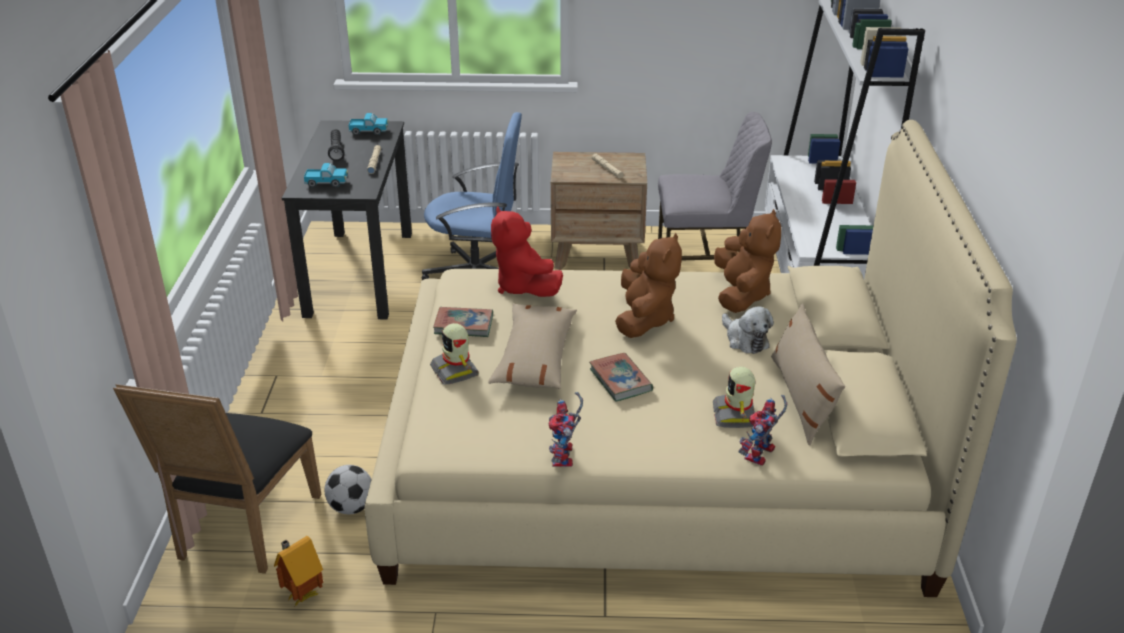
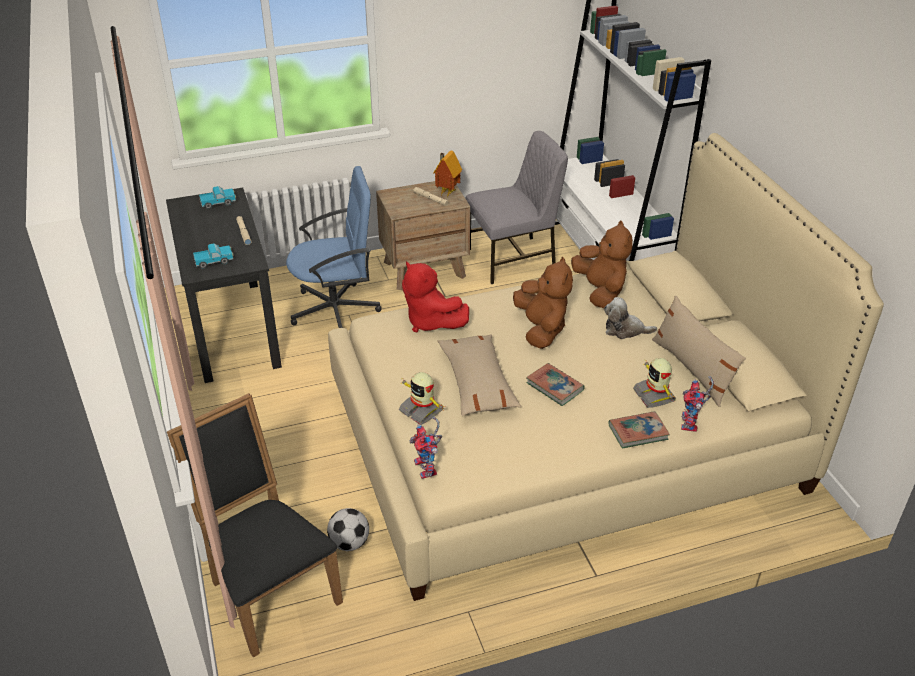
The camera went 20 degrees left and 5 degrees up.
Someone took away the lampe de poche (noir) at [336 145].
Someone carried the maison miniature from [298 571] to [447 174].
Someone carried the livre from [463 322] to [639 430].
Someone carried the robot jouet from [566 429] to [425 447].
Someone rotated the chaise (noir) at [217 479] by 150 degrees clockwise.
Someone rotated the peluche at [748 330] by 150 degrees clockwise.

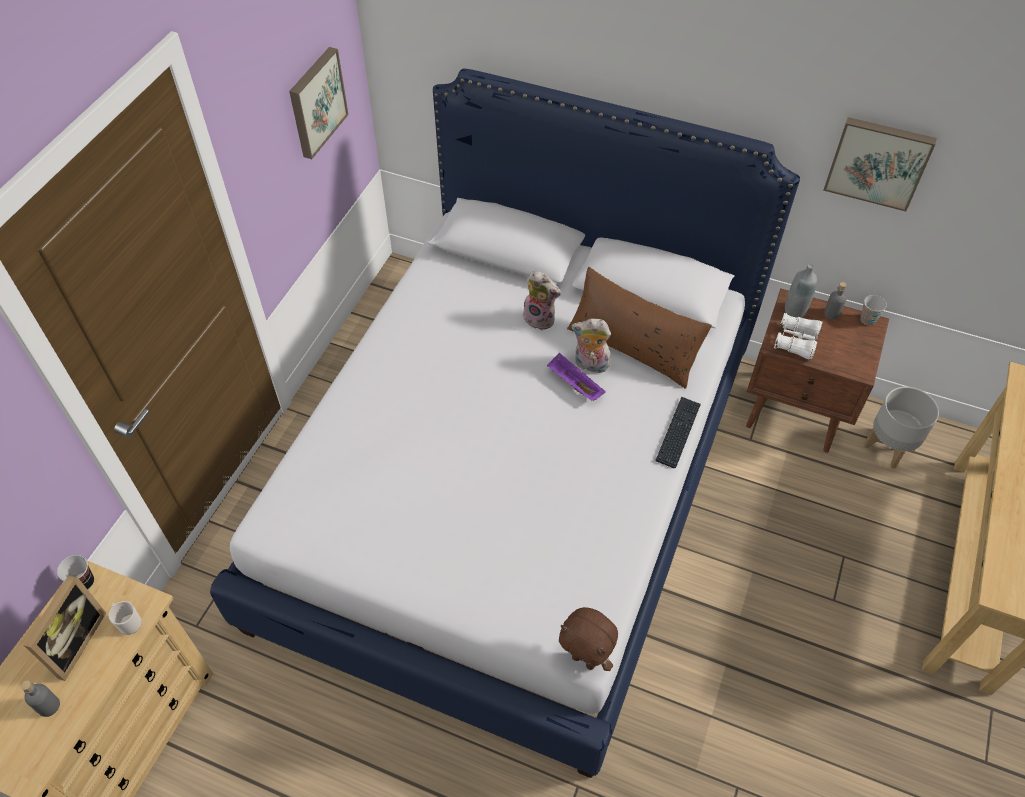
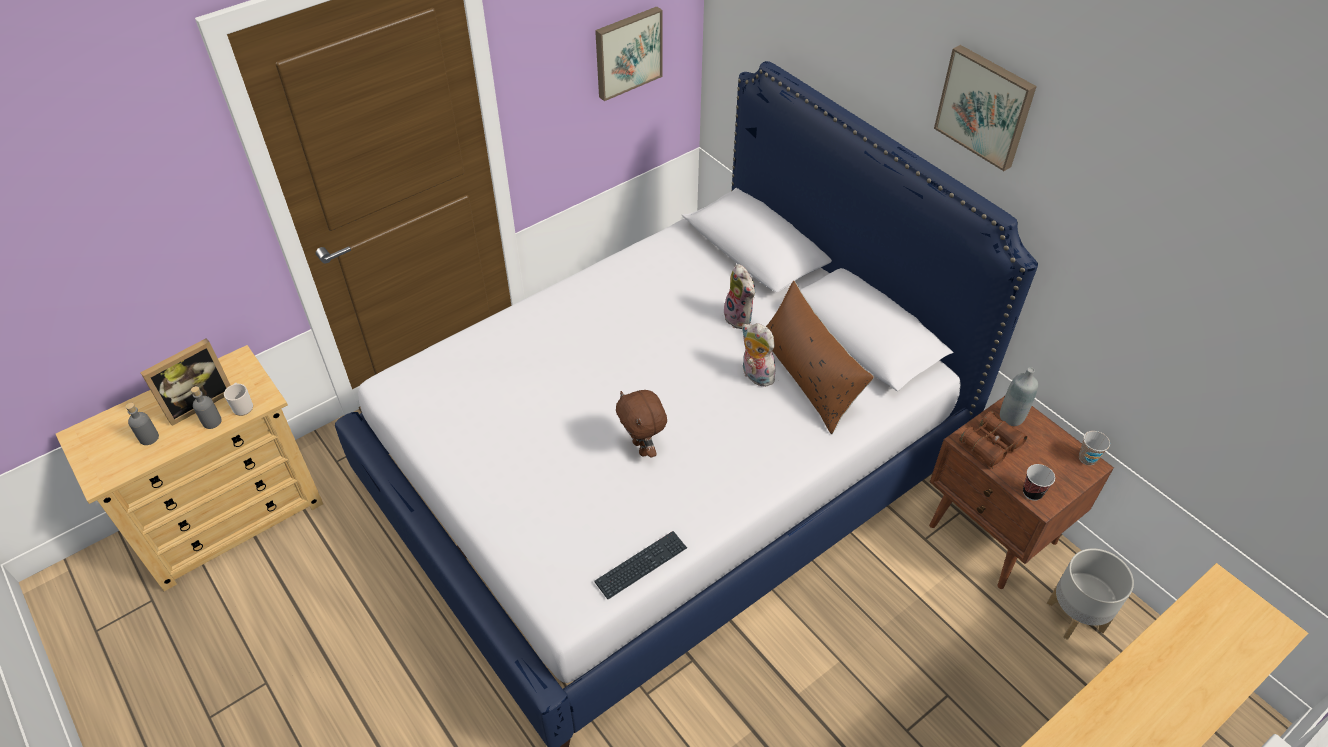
The camera went 30 degrees right and 5 degrees down.
Someone took away the plateau (violet) at [576 377].
Someone carried the tasse from [75 572] to [1039 482].
Someone carried the peluche (marron) from [588 639] to [641 424].
Someone carried the clavier from [678 432] to [640 565].
Someone carried the tableau from [880 164] to [985 108].
Someone carried the bouteille (gris) from [835 301] to [206 407].
Someone repainted the jumelles (blanc) at [798 336], which became the jumelles (marron) at [993 440].

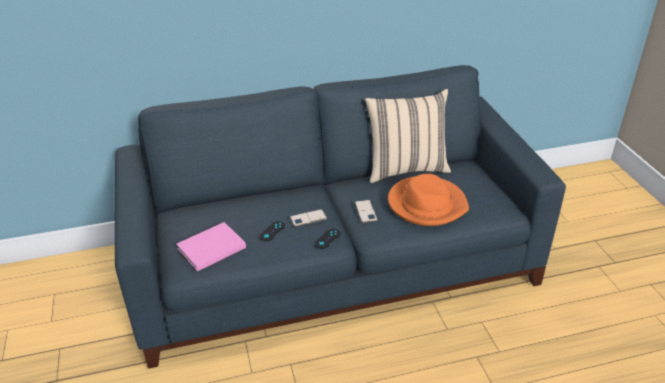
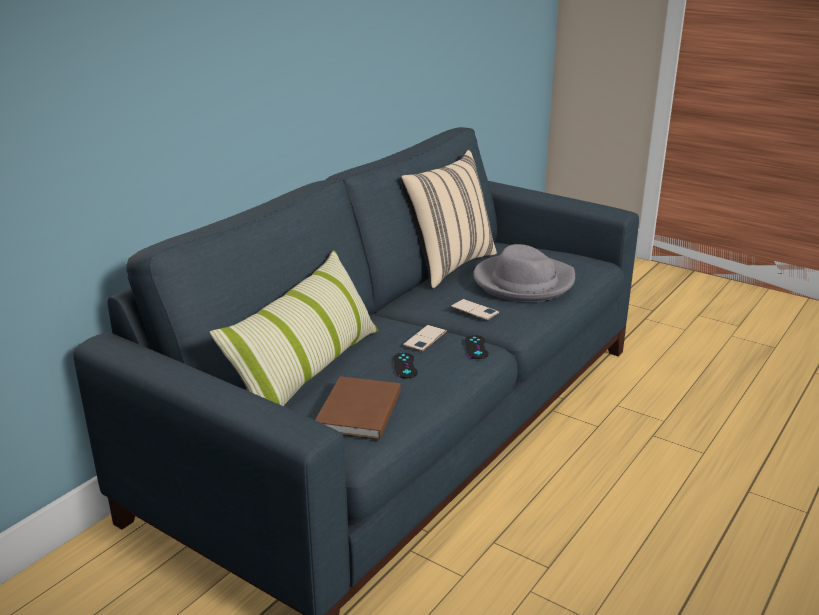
The camera went 40 degrees left and 10 degrees down.
Someone put down the coussin at [294 328].
Someone repainted the livre (rose) at [211 246], which became the livre (marron) at [358 408].
Someone repainted the chapeau (orange) at [428 200], which became the chapeau (gris) at [524 273].

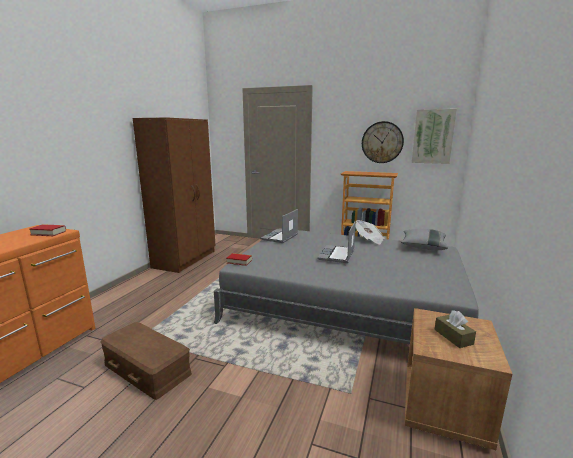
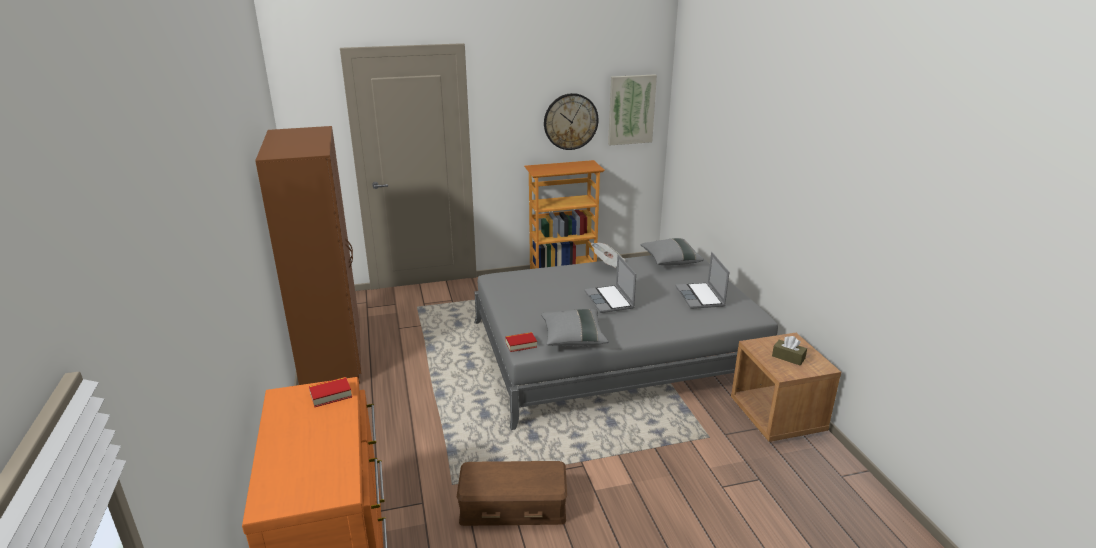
The camera went 35 degrees left and 10 degrees up.
Someone put down the coussin (gris) at [575 327].
Someone carried the ordinateur portable from [279 226] to [703 280].

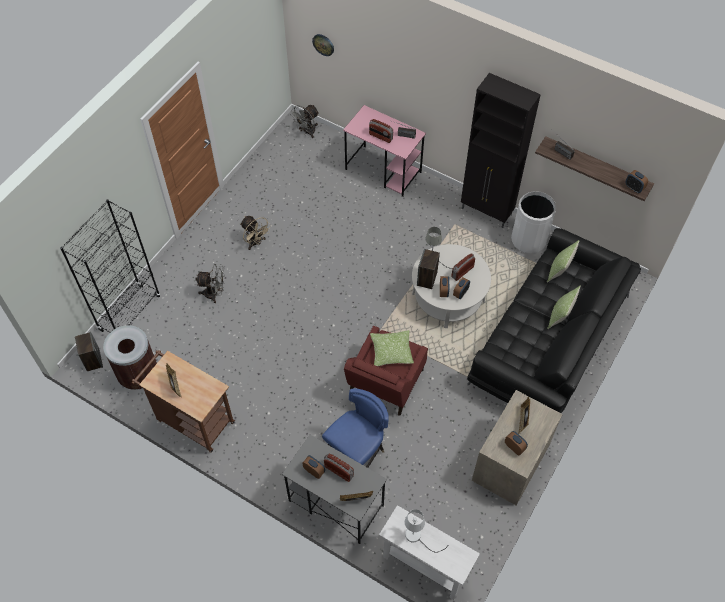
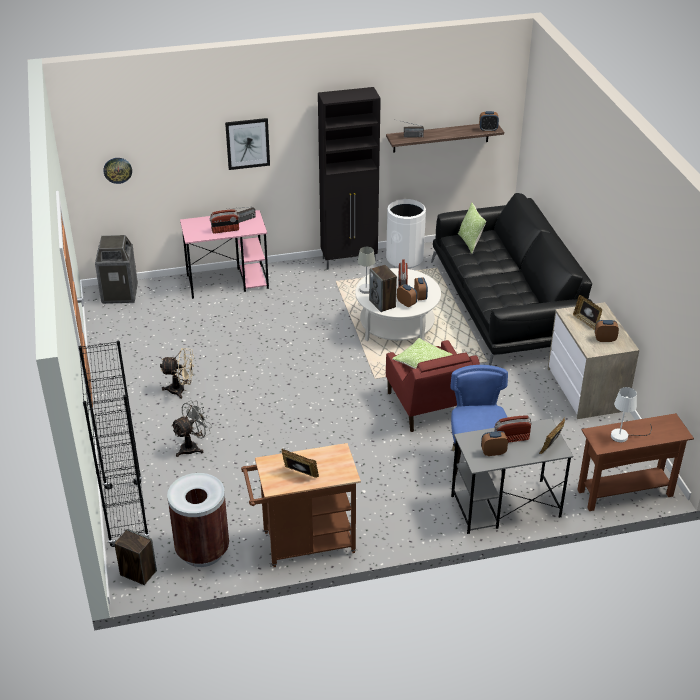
The camera went 45 degrees left and 20 degrees down.
Someone took away the coussin at [564 307].
Someone put up the tableau at [247 144].
Someone swapped the ventilateur (gris) at [304 121] for the poubelle at [116 269].
Someone repainted the table console (blanc) at [429 552], which became the table console (marron) at [635 462].

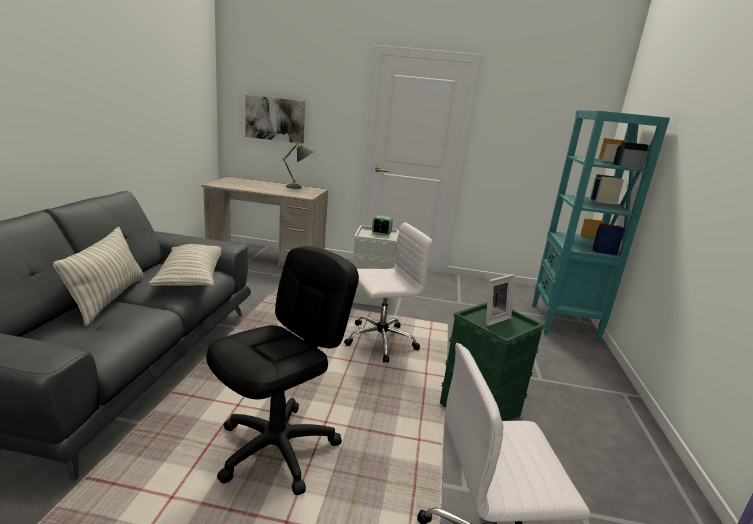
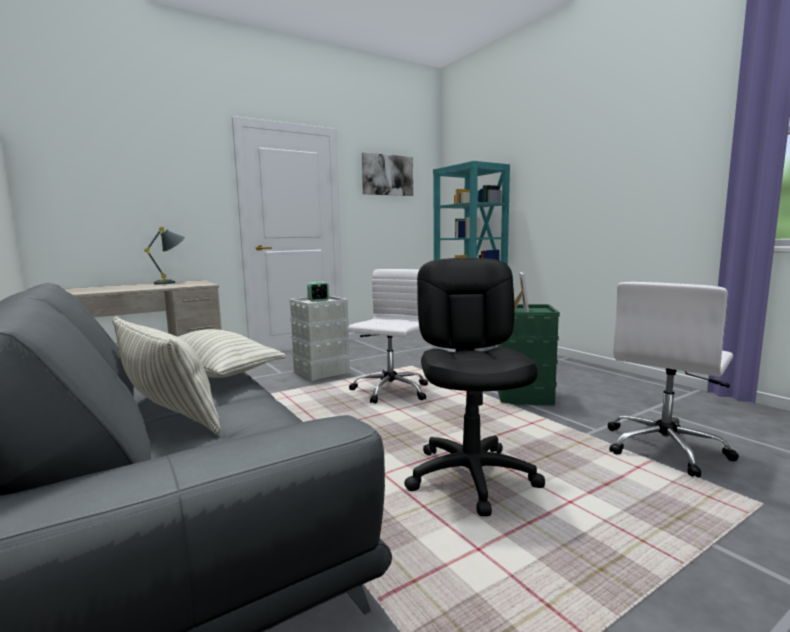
The camera went 40 degrees left and 10 degrees down.
Someone carried the tableau from [275 119] to [387 174].

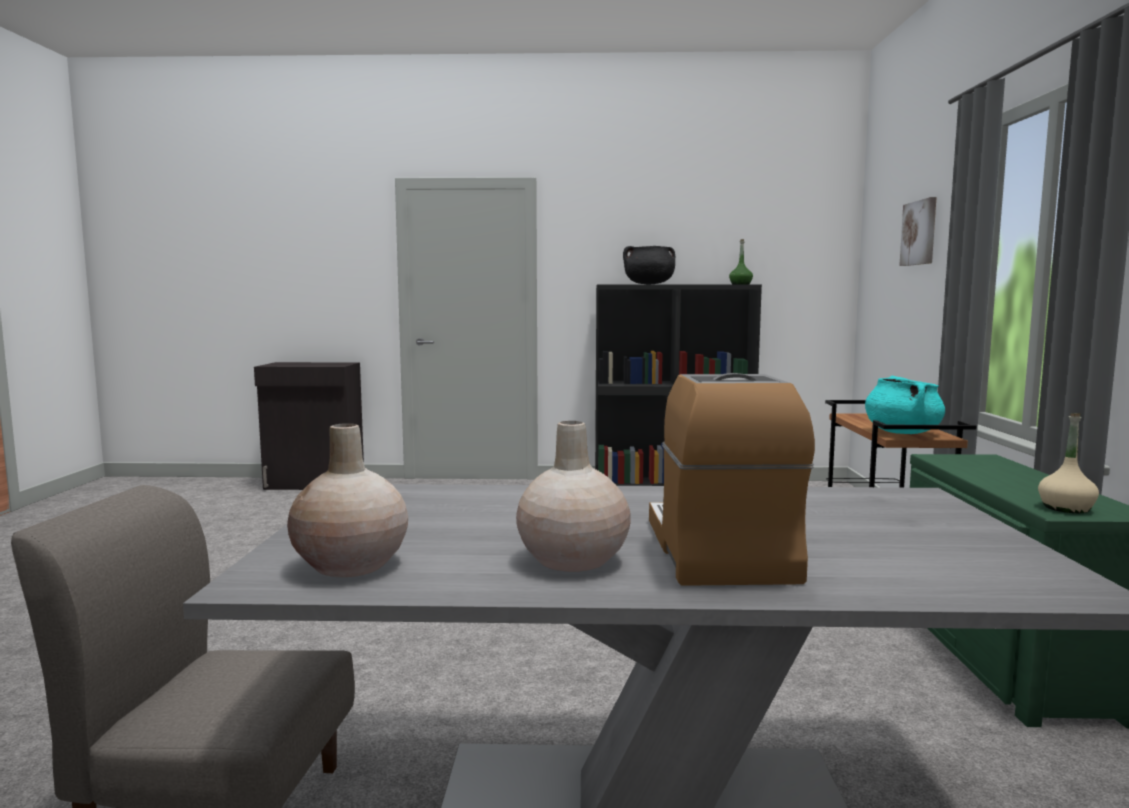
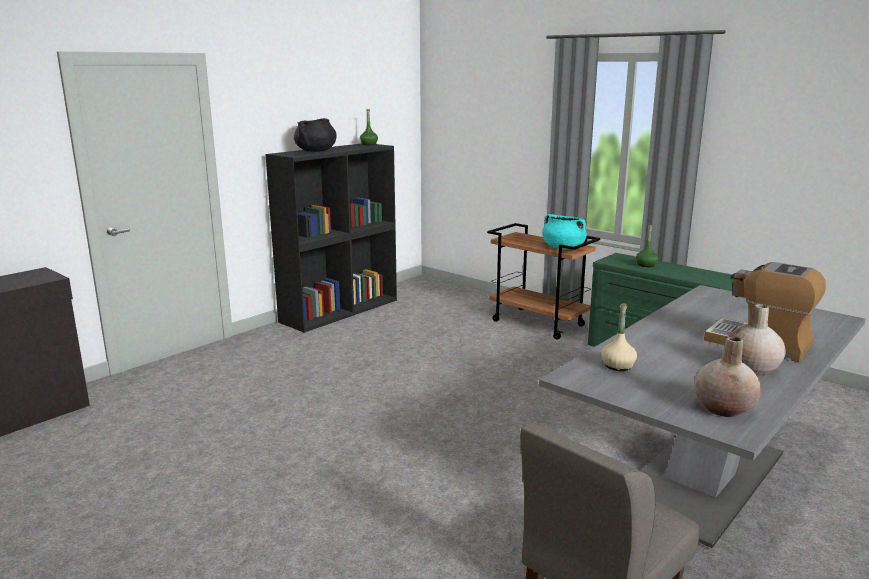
The camera went 50 degrees left and 10 degrees up.
Someone took away the tableau at [918 231].
Someone put down the bouteille (vert) at [647 246].
Someone carried the bouteille (beige) from [1068 463] to [619 337].

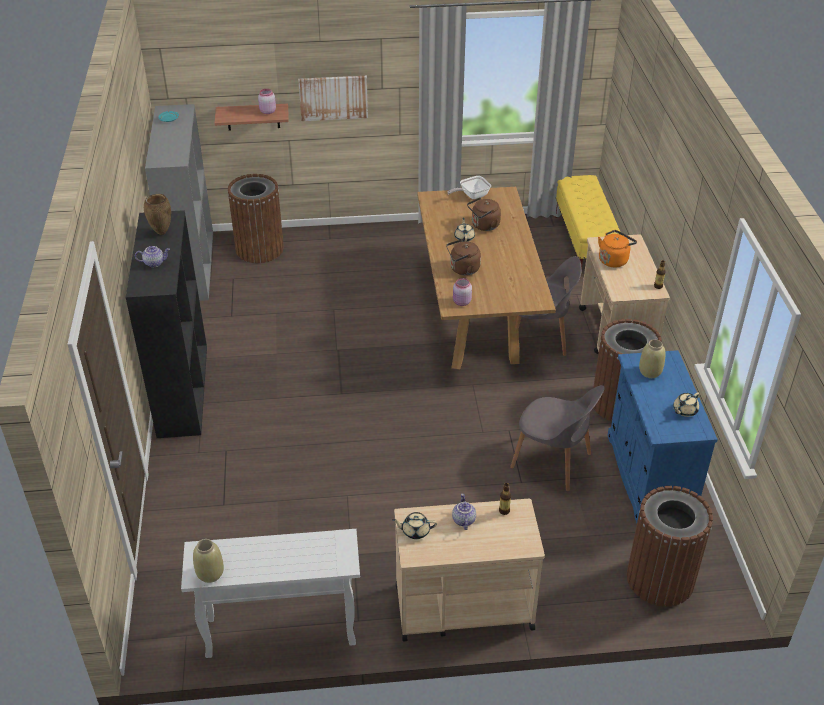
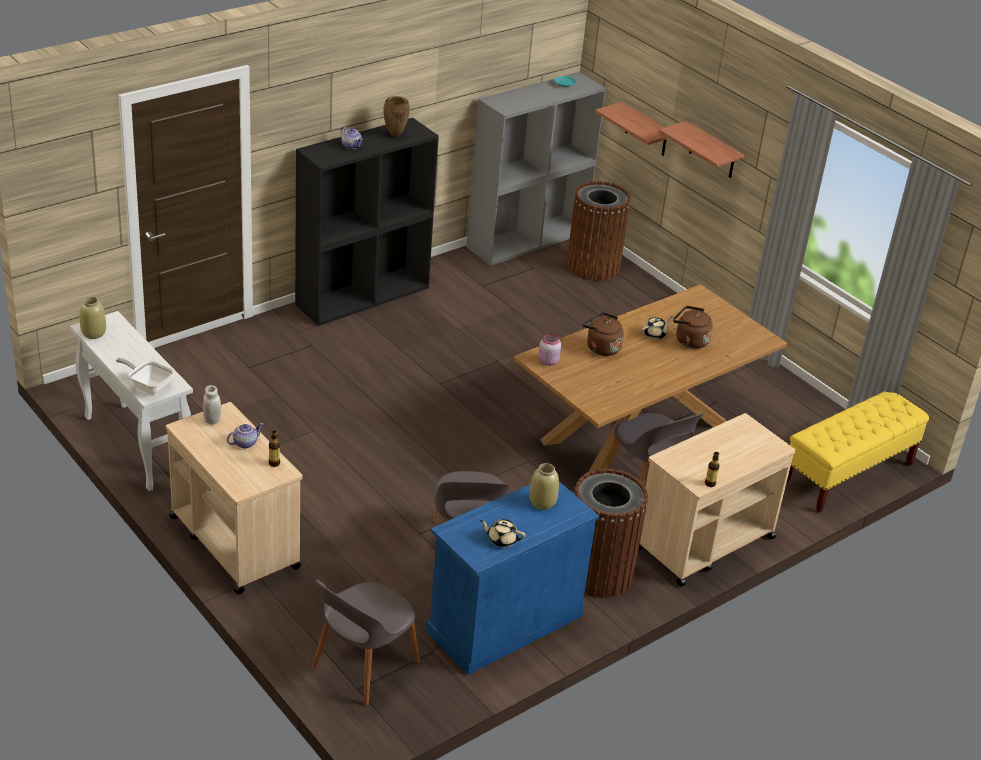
The camera went 55 degrees right and 5 degrees down.
Someone took away the bocal (rose) at [267 101].
Someone took away the bouilloire (orange) at [617 249].
Someone carried the poêle from [469 187] to [145 376].
Someone swapped the tableau at [333 98] for the étagère at [701 149].
Someone swapped the théière (beige) at [414 525] for the bocal (blanc) at [212 404].
Someone swapped the poubelle (marron) at [670 546] for the chaise (gris) at [366 642].

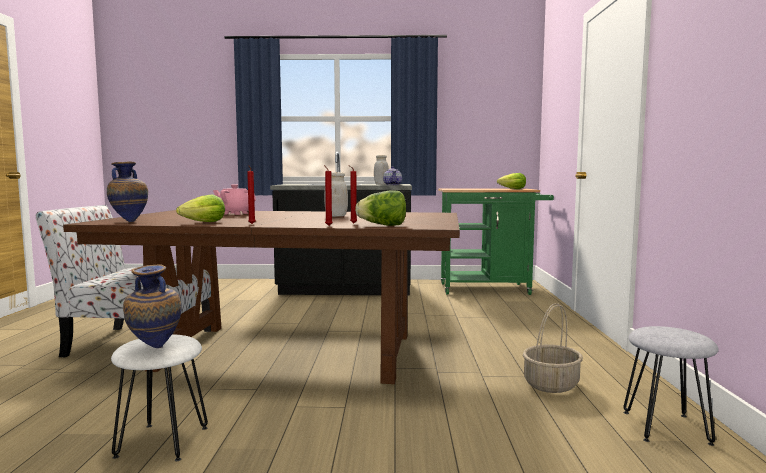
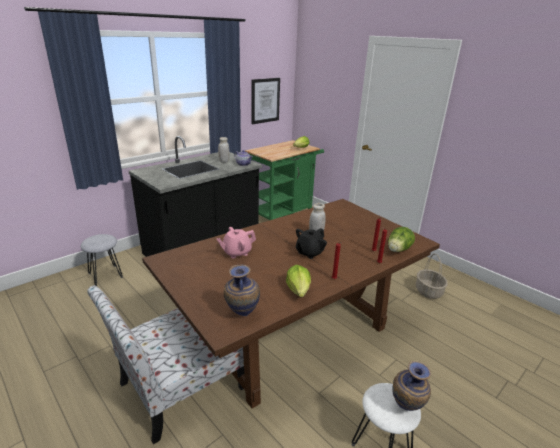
The camera went 45 degrees left and 20 degrees up.
Someone put up the tableau at [265 101].
Someone put down the théière (noir) at [311 243].
Someone carried the tabouret (gris) from [671 386] to [101 260].

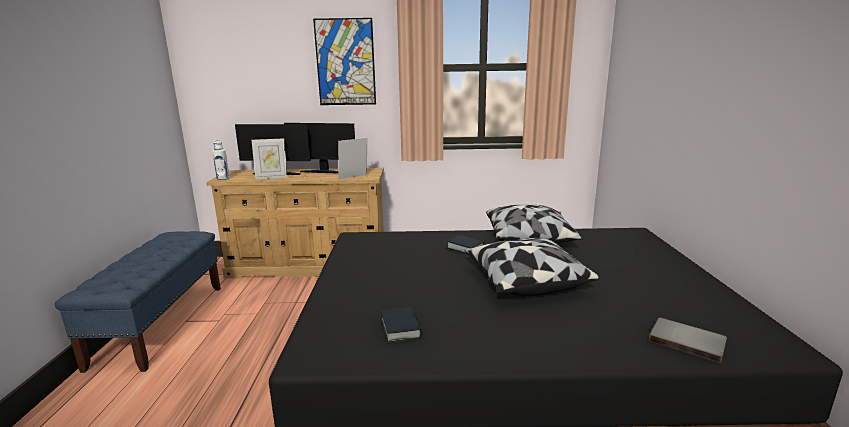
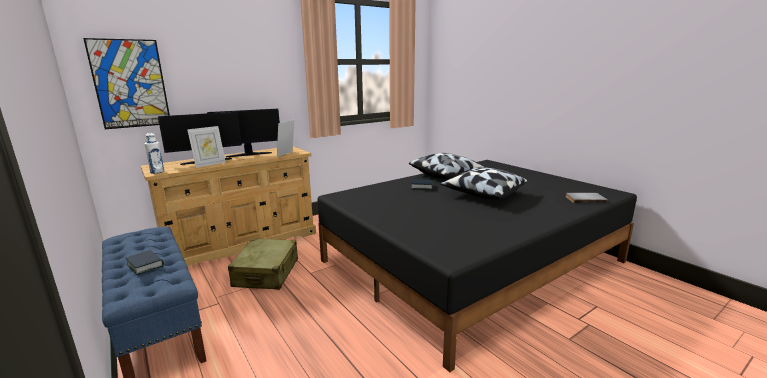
The camera went 35 degrees left and 0 degrees up.
Someone put down the valise (beige) at [263 264].
Someone carried the tableau from [344 61] to [126 83].
Someone carried the livre from [401 325] to [145 262].

